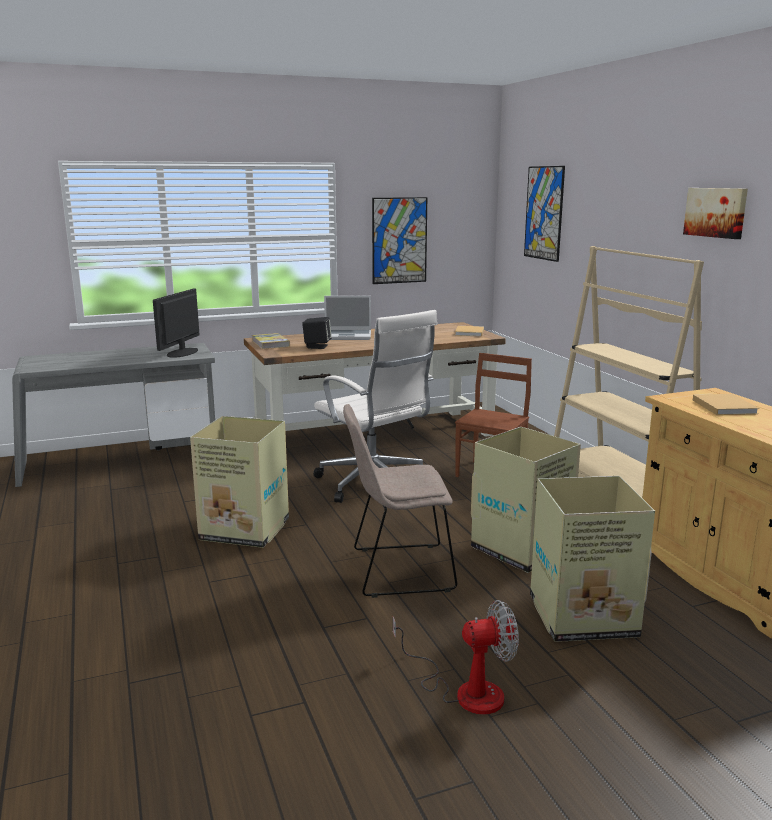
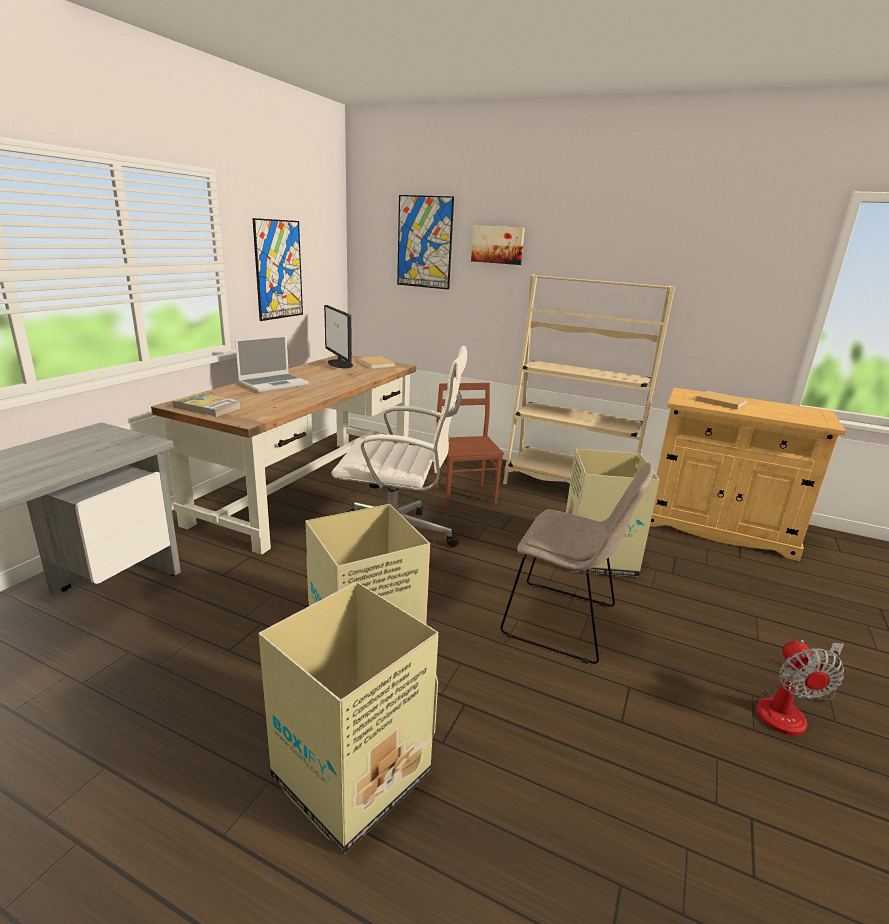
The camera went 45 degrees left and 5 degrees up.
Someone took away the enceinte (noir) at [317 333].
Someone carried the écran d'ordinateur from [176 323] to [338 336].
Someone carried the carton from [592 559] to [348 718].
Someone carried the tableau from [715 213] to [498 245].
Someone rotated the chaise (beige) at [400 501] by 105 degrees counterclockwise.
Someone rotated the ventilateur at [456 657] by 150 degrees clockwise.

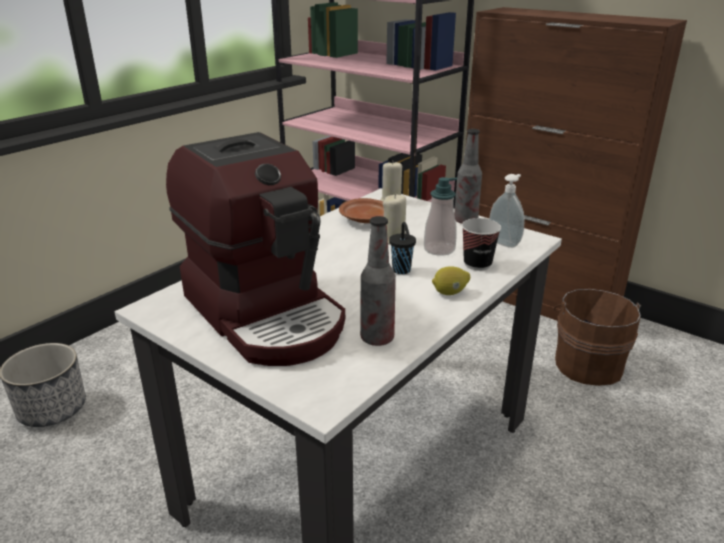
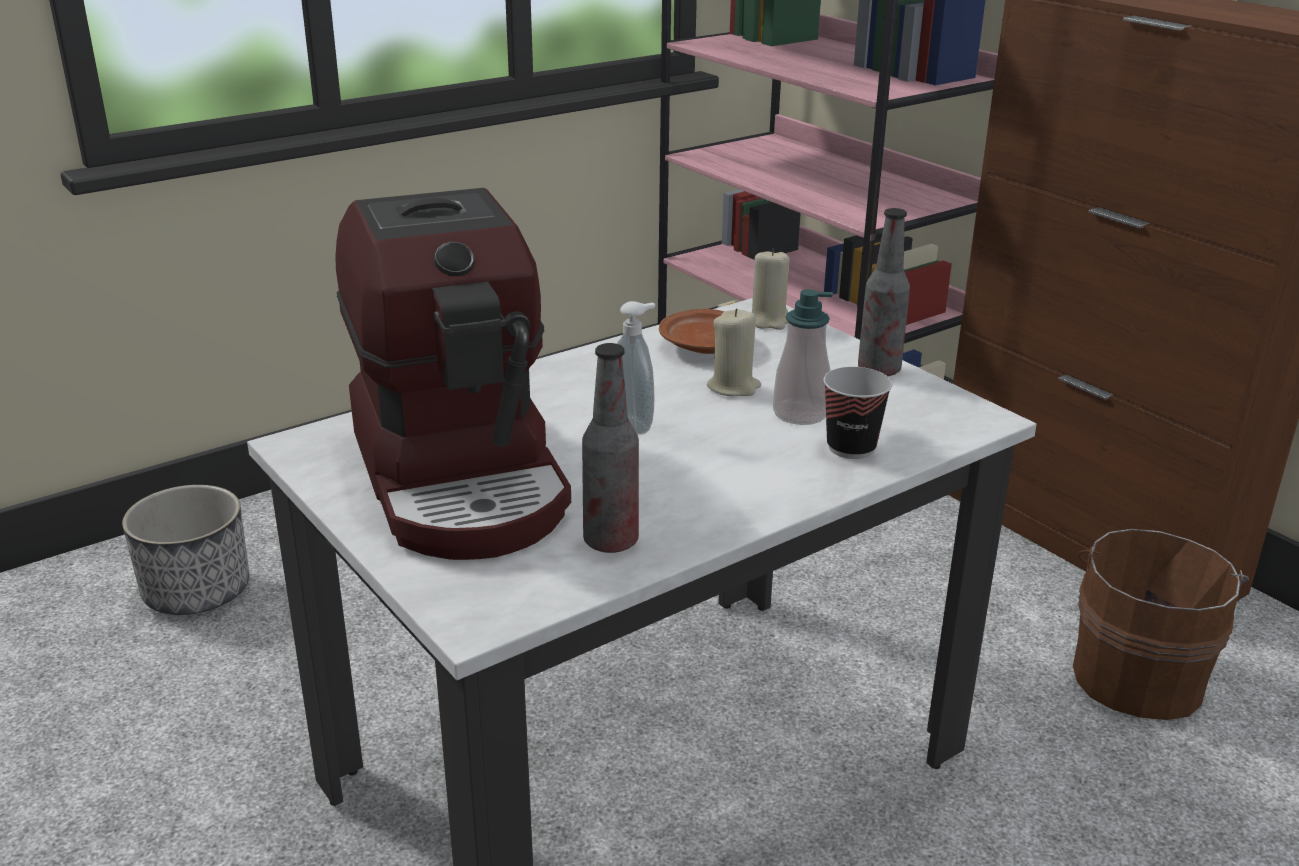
The camera went 15 degrees right and 0 degrees up.
Someone took away the tasse (noir) at [402 248].
Someone took away the citron at [451 280].
Someone carried the distributeur de savon from [506 211] to [635 368].

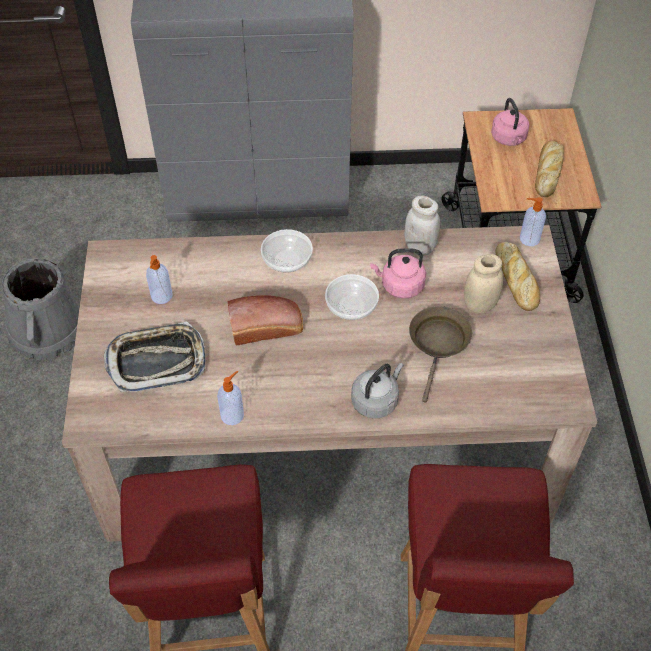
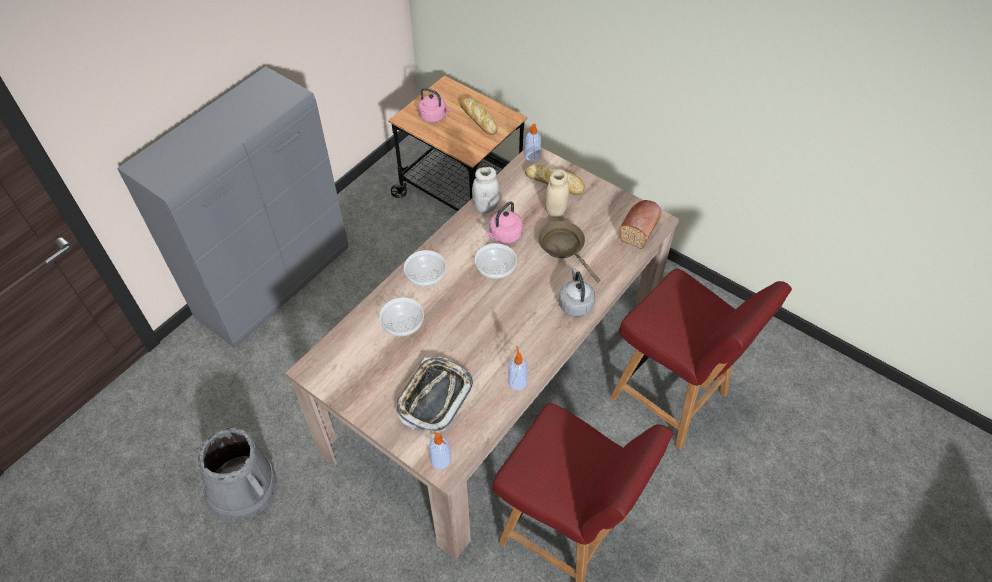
The camera went 50 degrees left and 0 degrees up.
Someone put down the bol at [401 317].
Someone carried the distributeur de savon from [159 279] to [440 451].
Someone carried the pain from [265 320] to [640 224].

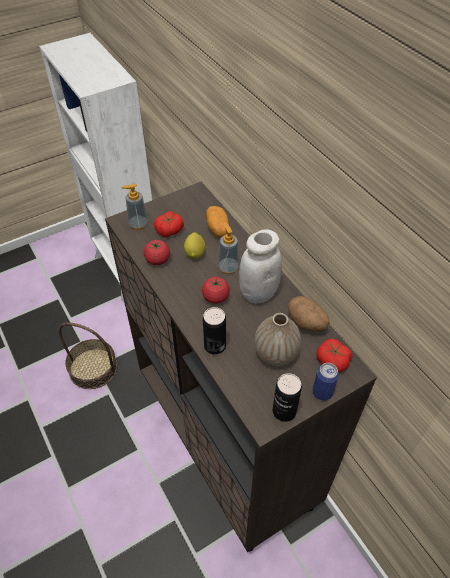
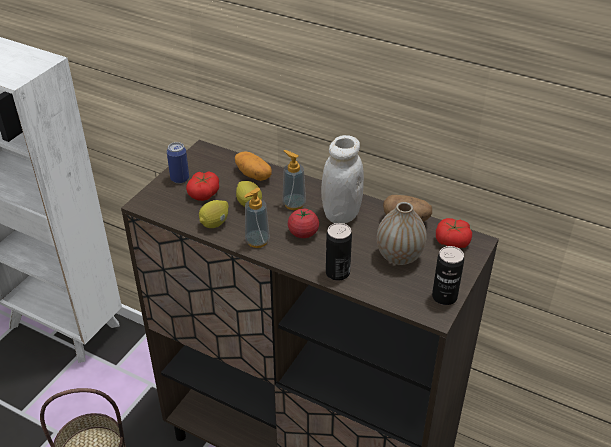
The camera went 30 degrees left and 10 degrees down.
Someone carried the distributeur de savon from [134 207] to [257 218].
Someone carried the boîte métallique from [326 381] to [178 163].
Someone swapped the tomate at [157 252] for the citron at [214 214].

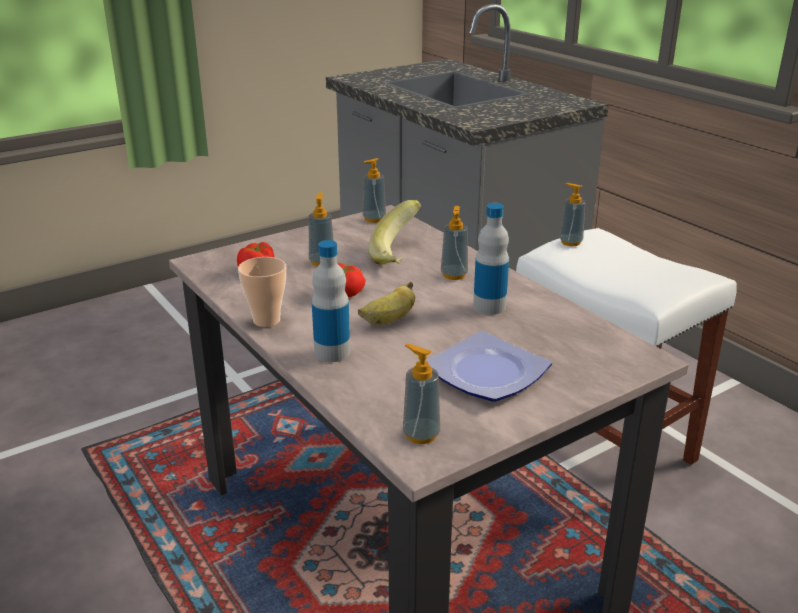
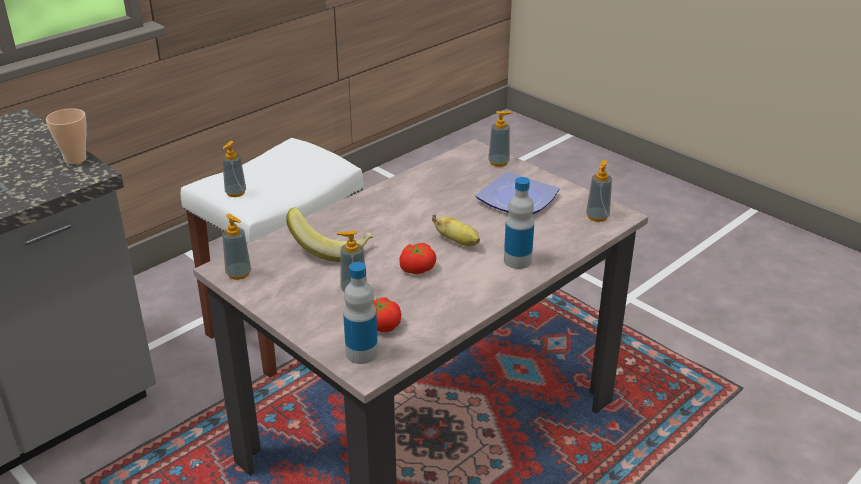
The camera went 100 degrees left and 5 degrees up.
Someone carried the tasse from [262 292] to [66 136].
Someone carried the distributeur de savon from [454 243] to [500 139].
Someone carried the bouteille from [491 259] to [360 313].

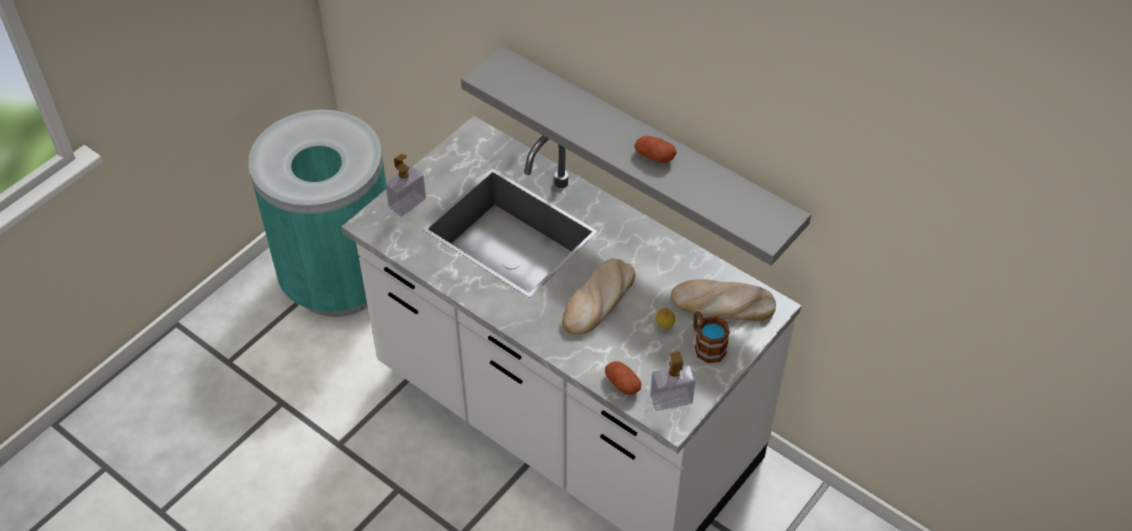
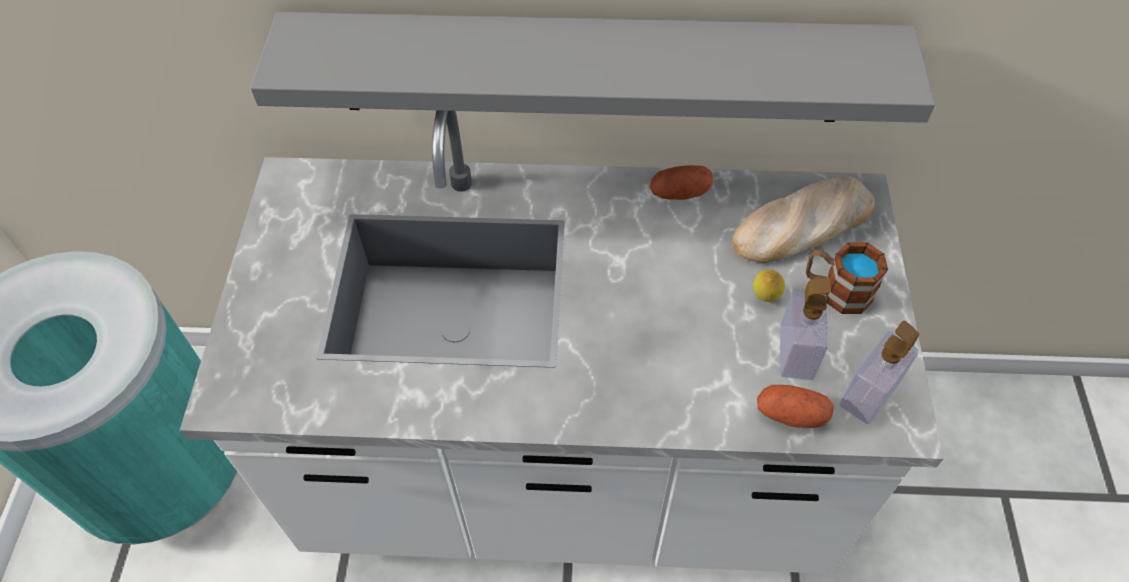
The camera went 35 degrees left and 5 degrees up.
Someone took away the pain at [598 296].
Someone carried the distributeur de savon from [405 185] to [805 329].
Someone carried the pomme de terre from [655 149] to [681 182].

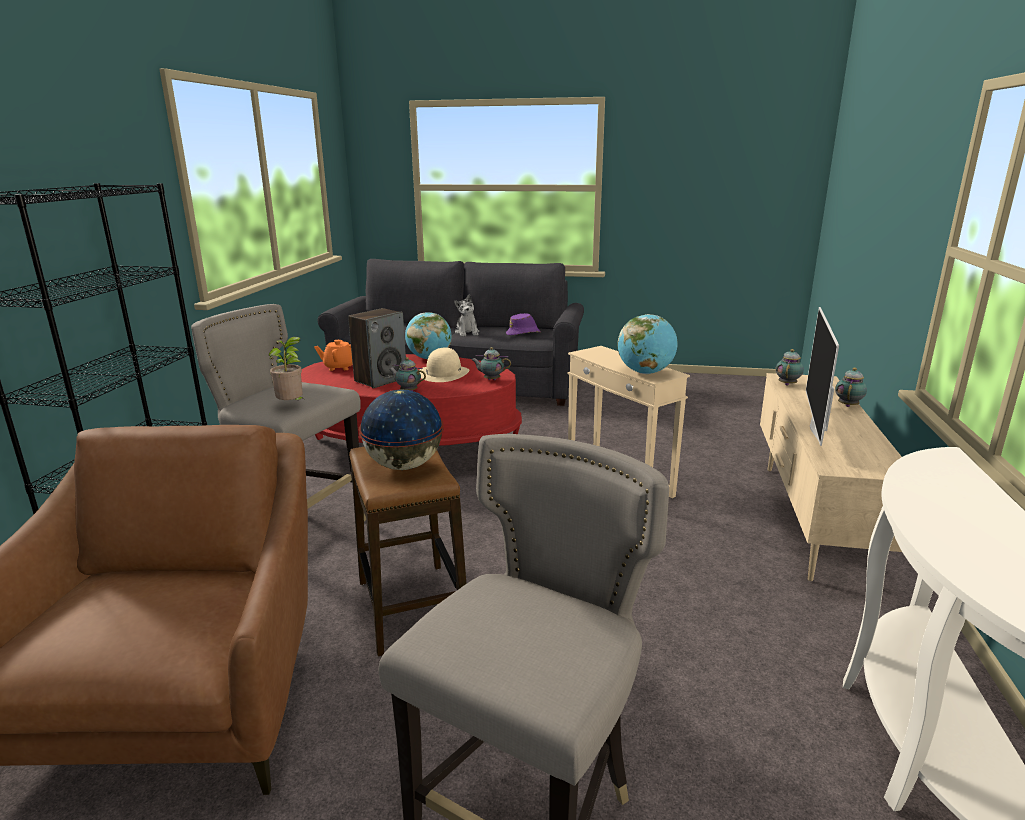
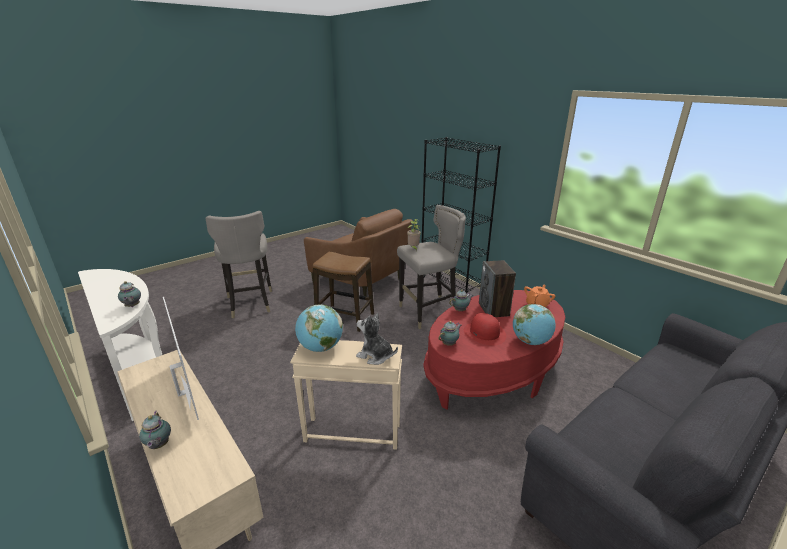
The camera went 130 degrees right and 5 degrees up.
Someone took away the globe at [401 429].
Someone took away the chapeau (violet) at [523 324].
Someone carried the peluche from [466 316] to [377 339].
Someone carried the théière from [790 367] to [129 294].
Someone repainted the chapeau (beige) at [444 364], which became the chapeau (rouge) at [485 329].

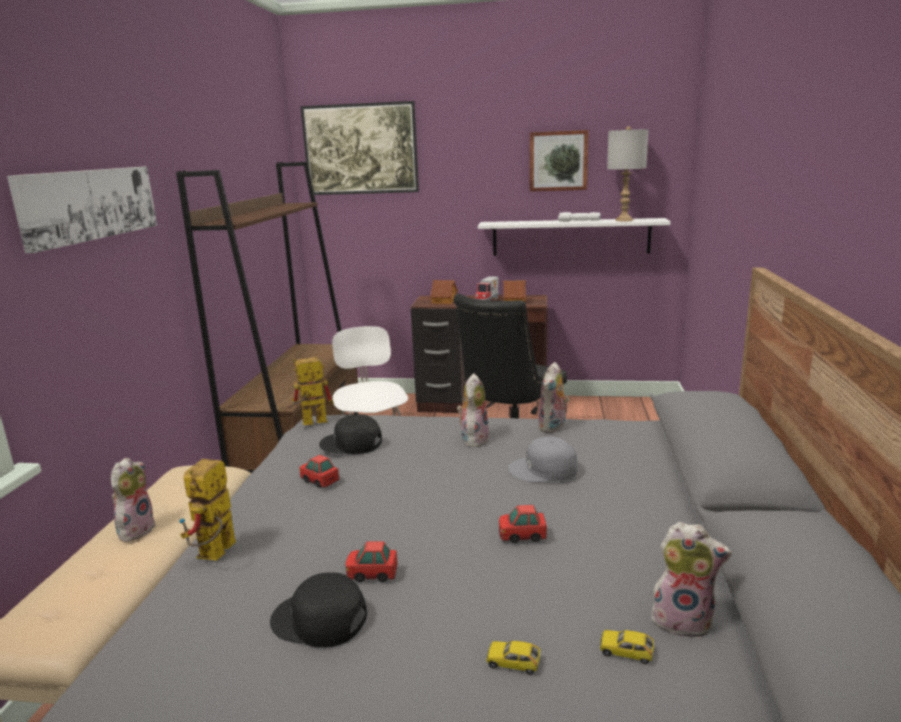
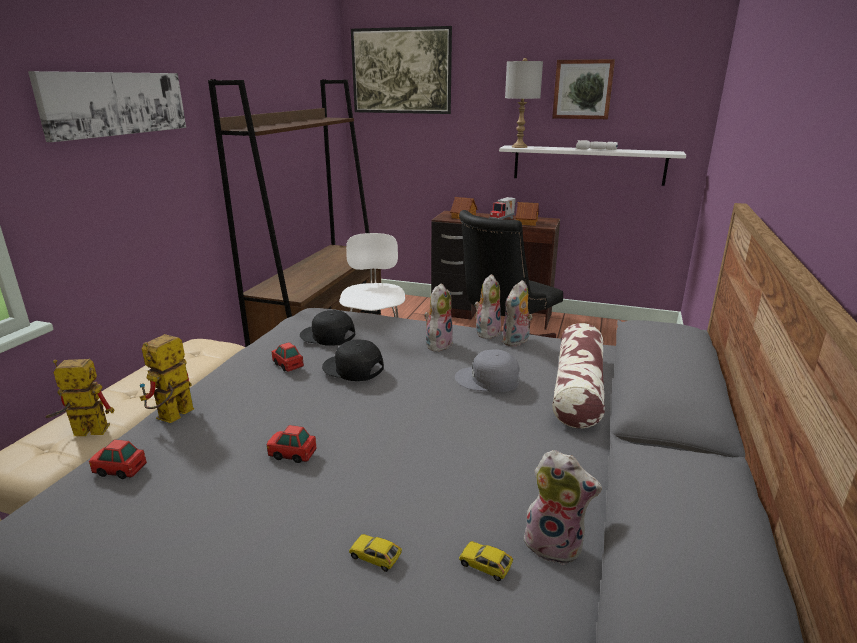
The camera went 10 degrees right and 5 degrees up.
Someone put down the coussin at [578 375].
Someone carried the peluche from [133 499] to [487 306].
Someone carried the casquette (noir) from [318 610] to [353 360].
Someone carried the robot jouet from [310 391] to [80 397].
Someone carried the petite voiture from [523 524] to [118 459].
Someone carried the lampe de table (gris) from [628 174] to [524 103].

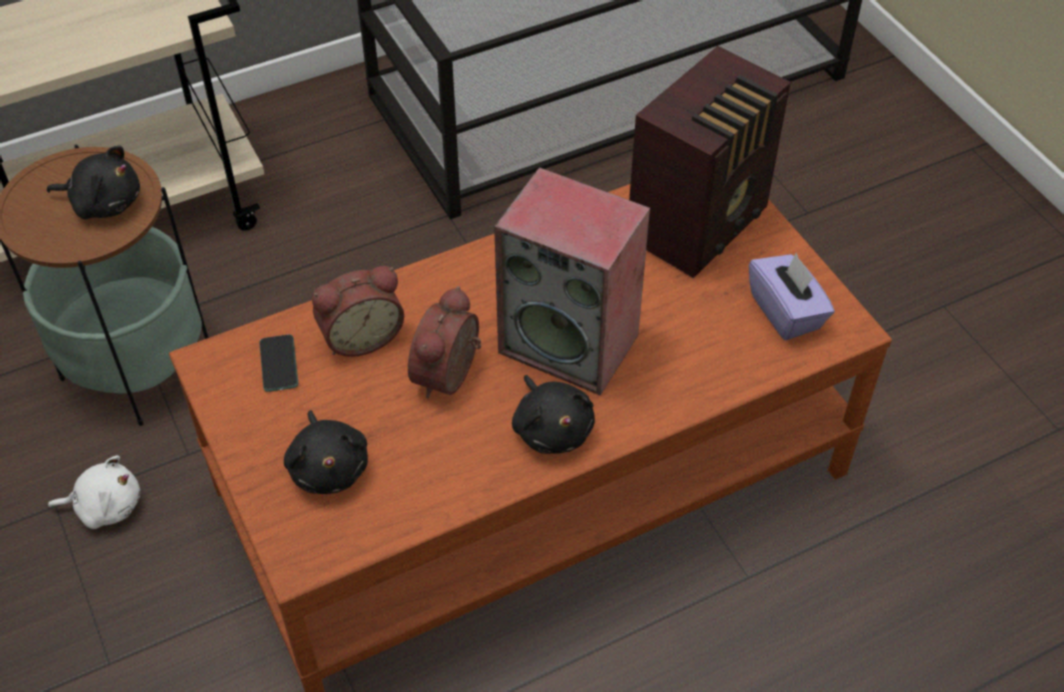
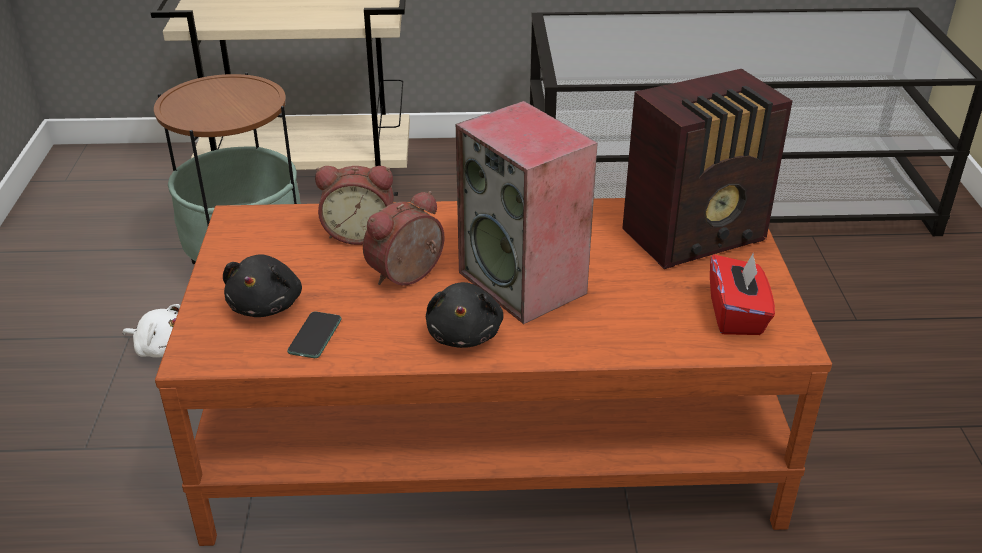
The camera went 25 degrees right and 15 degrees down.
Someone took away the peluche (noir) at [93 182].
Someone carried the téléphone from [278 363] to [314 335].
Someone repainted the boîte à mouchoirs (violet) at [792 296], which became the boîte à mouchoirs (rouge) at [742 293].

